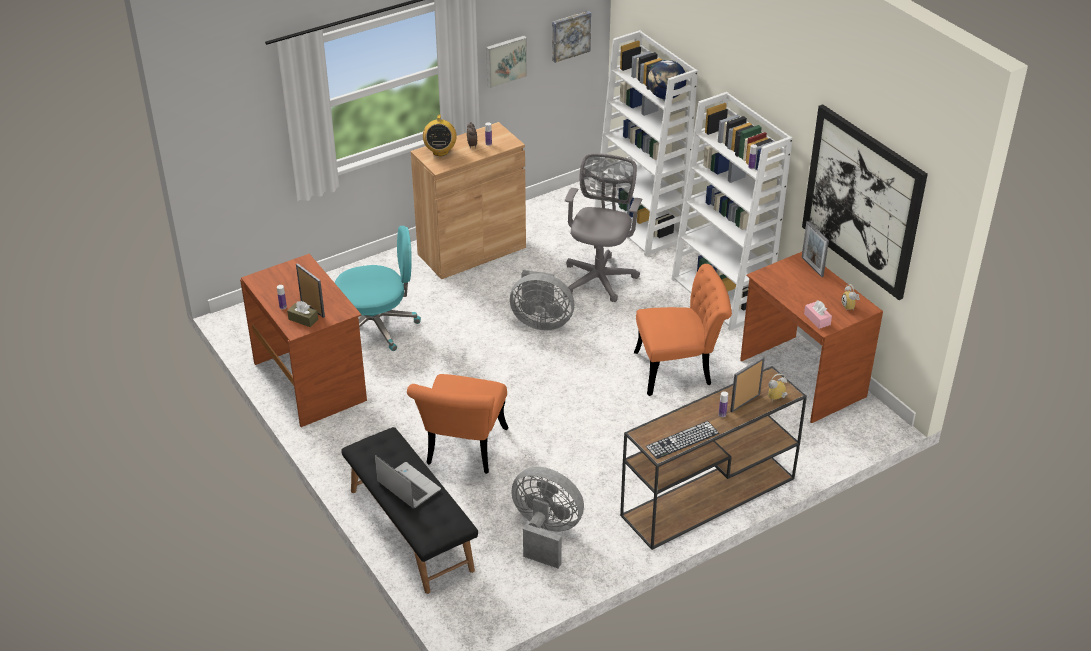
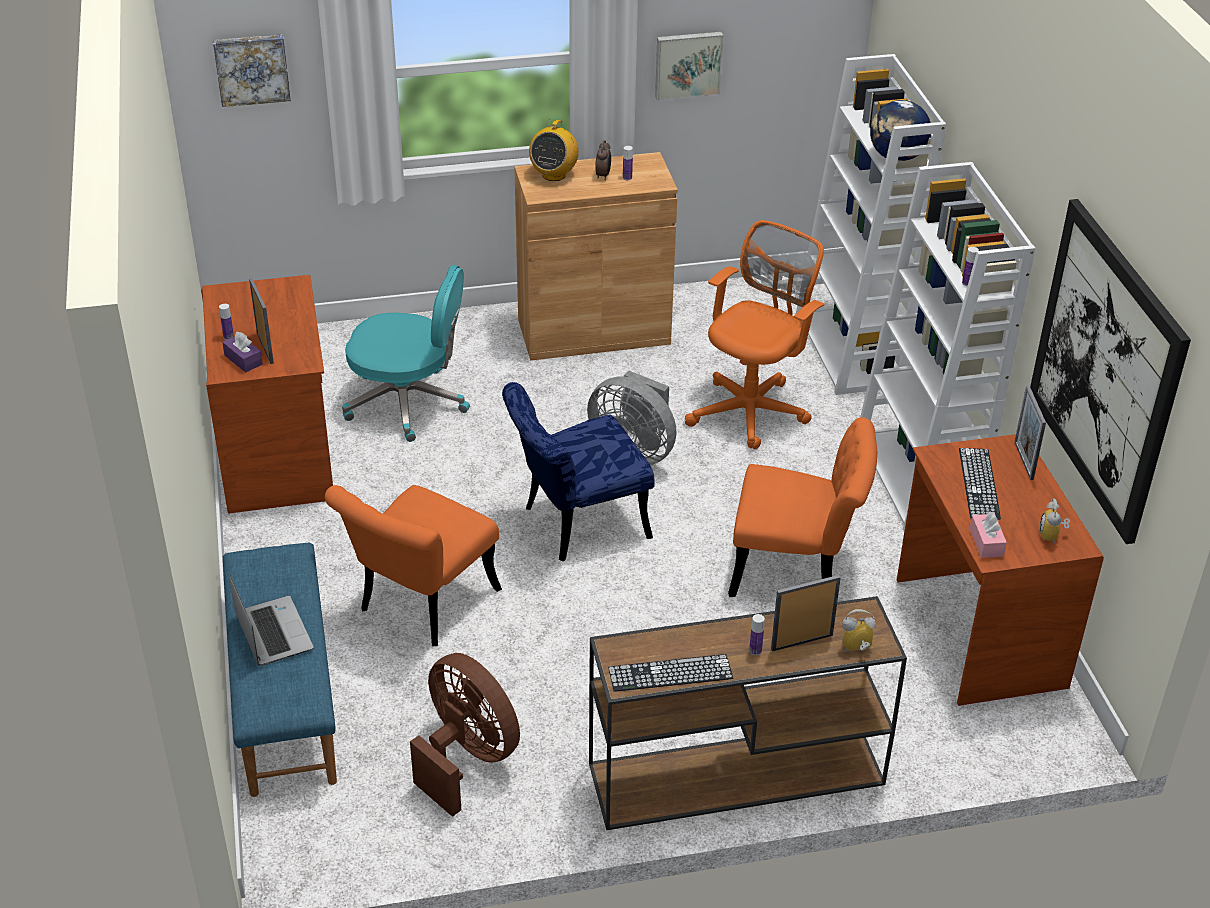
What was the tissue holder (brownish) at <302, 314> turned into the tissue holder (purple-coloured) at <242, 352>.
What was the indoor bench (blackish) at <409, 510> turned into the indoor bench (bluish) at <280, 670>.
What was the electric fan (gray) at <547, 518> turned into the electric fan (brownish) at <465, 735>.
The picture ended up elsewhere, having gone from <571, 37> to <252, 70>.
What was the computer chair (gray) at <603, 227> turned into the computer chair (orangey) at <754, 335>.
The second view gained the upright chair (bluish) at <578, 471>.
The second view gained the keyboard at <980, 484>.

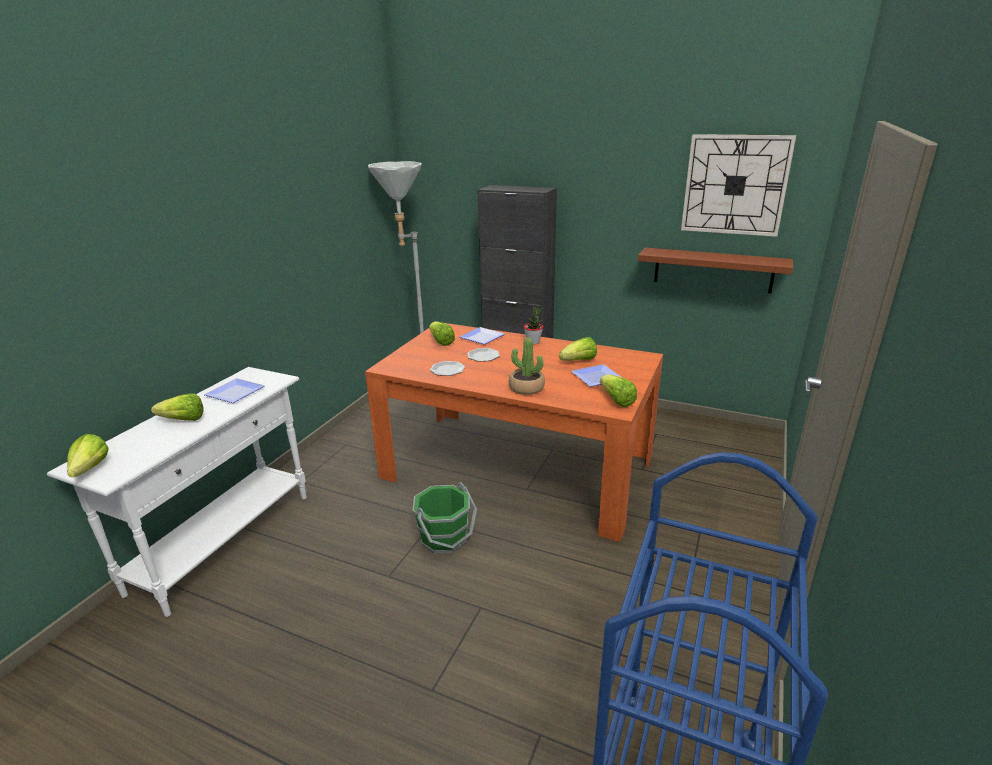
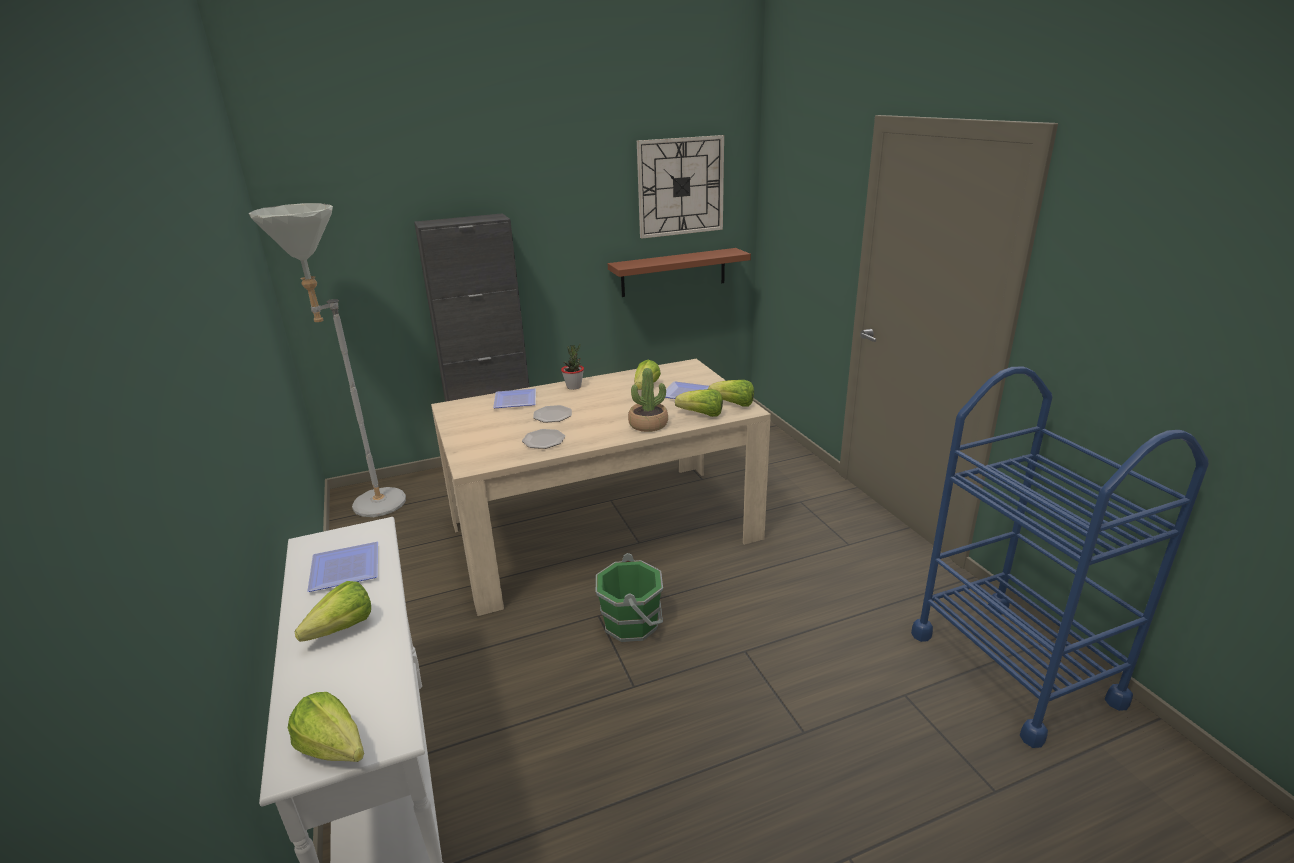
What was the dining table (orangey) at <514, 432> turned into the dining table (beige-coloured) at <601, 487>.
The lettuce head ended up elsewhere, having gone from <442, 333> to <699, 403>.

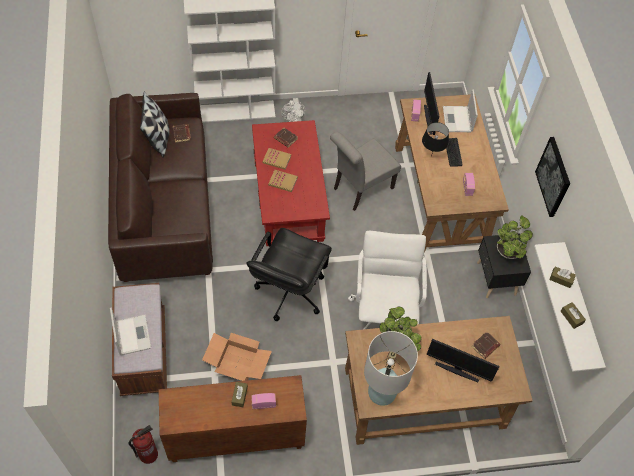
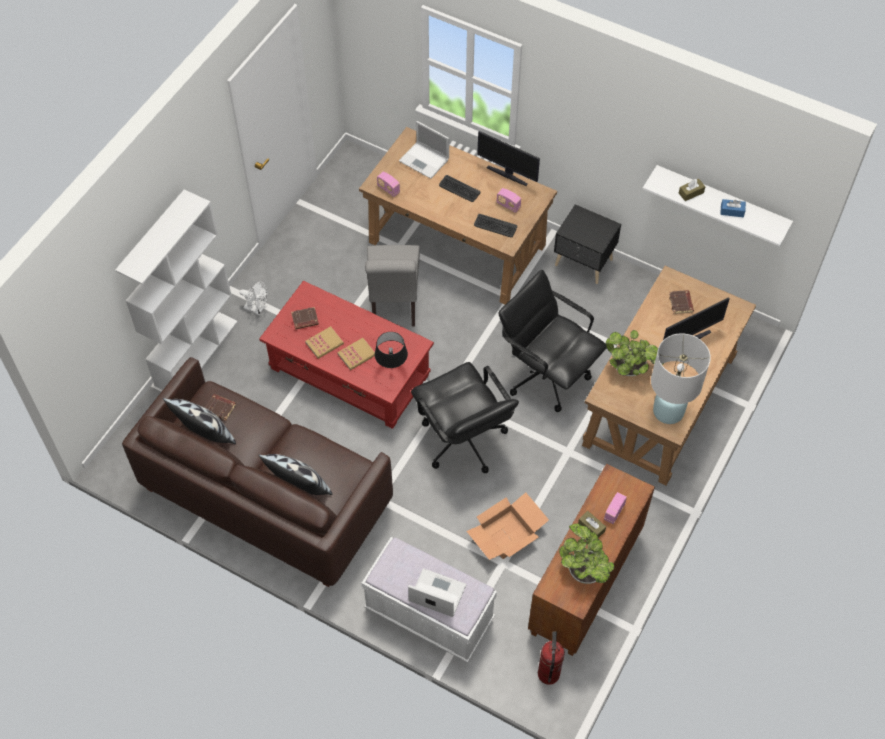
What was the indoor bench (brownish) at <139, 339> turned into the indoor bench (whitish) at <429, 600>.
What was the computer chair (whitish) at <387, 280> turned into the computer chair (blackish) at <552, 341>.
The table lamp (blackish) ended up elsewhere, having gone from <435, 139> to <391, 350>.
The computer display ended up elsewhere, having gone from <431, 103> to <508, 158>.
The potted plant ended up elsewhere, having gone from <515, 237> to <587, 553>.
The second view lost the picture at <552, 177>.
What was the tissue holder (brownish) at <573, 315> turned into the tissue holder (bluish) at <733, 208>.
The second view gained the pillow at <295, 474>.
The second view gained the keyboard at <495, 225>.

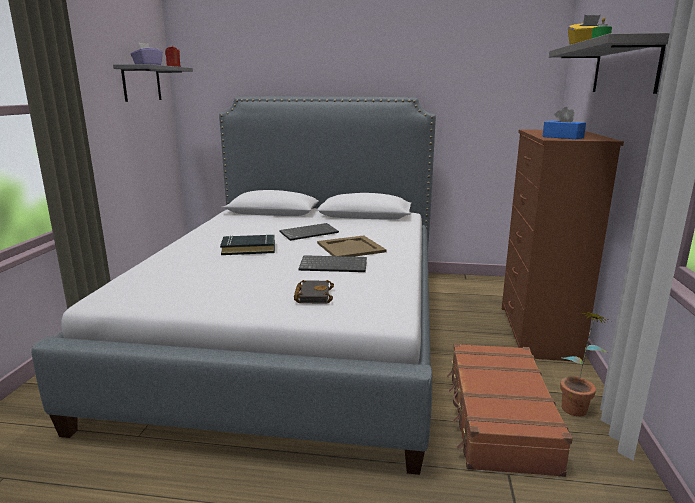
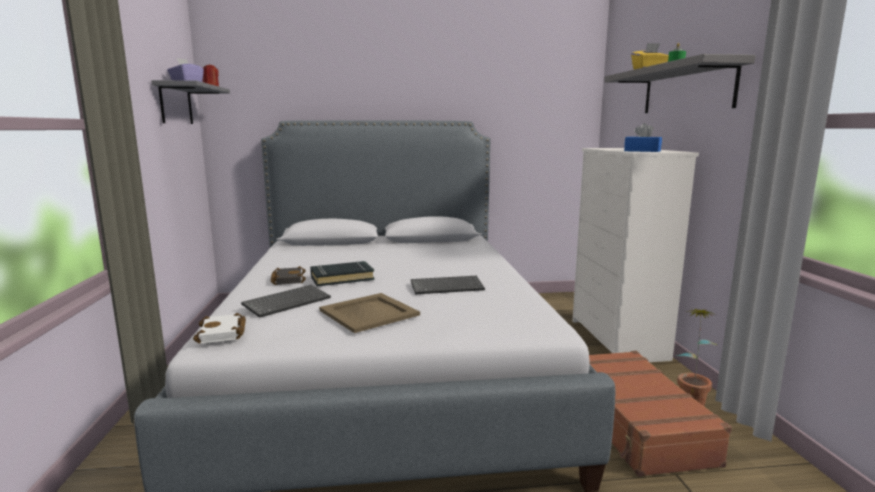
The keyboard ended up elsewhere, having gone from <309, 232> to <286, 301>.
The book (blackish) ended up elsewhere, having gone from <314, 291> to <288, 275>.
The serving tray (beige-coloured) ended up elsewhere, having gone from <352, 246> to <369, 313>.
What was the chest of drawers (brownish) at <563, 245> turned into the chest of drawers (whitish) at <635, 255>.
The second view gained the book (whitish) at <219, 328>.

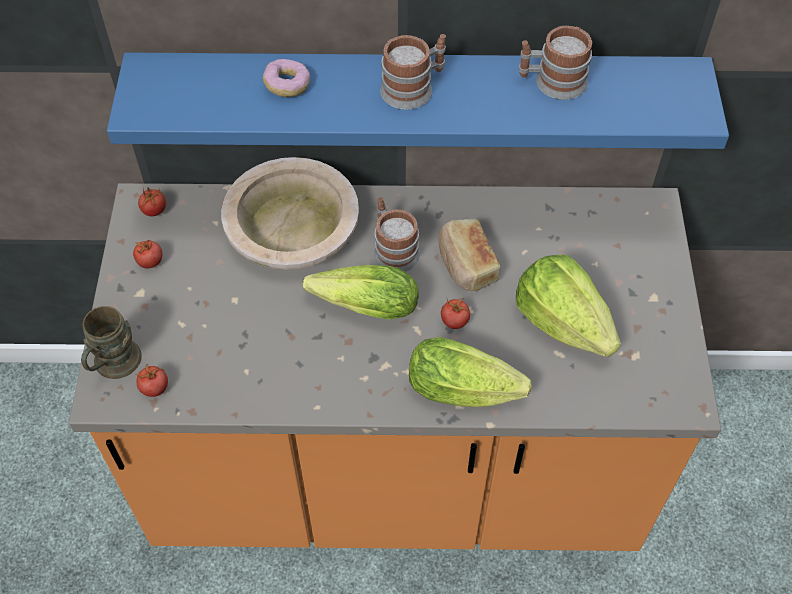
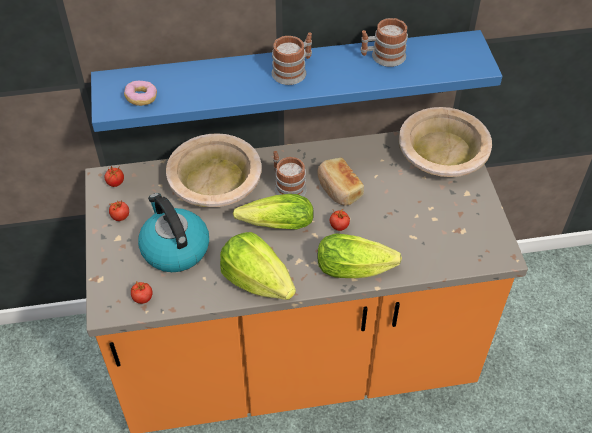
The second view lost the tea mug (brownish) at <111, 342>.
The ring doughnut ended up elsewhere, having gone from <286, 78> to <140, 93>.
The lettuce head ended up elsewhere, having gone from <568, 306> to <258, 266>.
The second view gained the tea kettle at <173, 232>.
The second view gained the deep dish (beige-coloured) at <445, 142>.

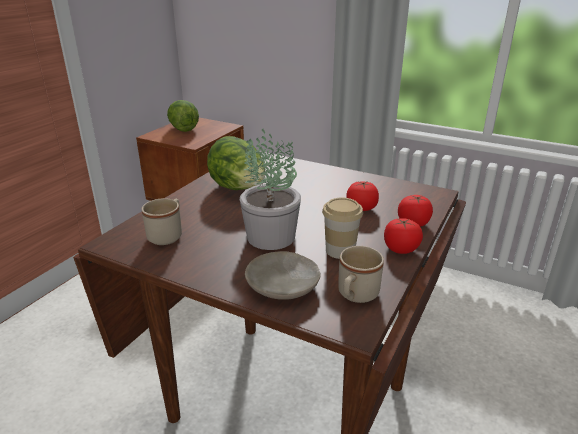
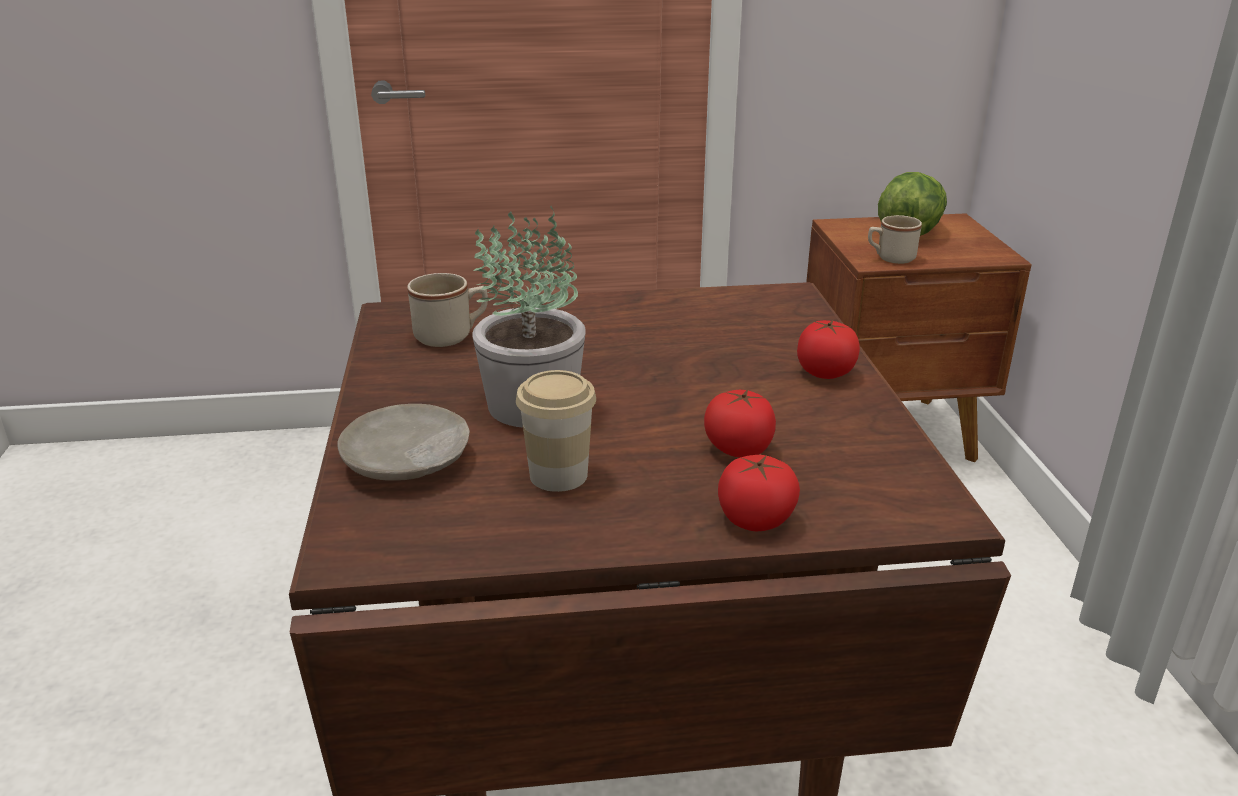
The second view lost the lettuce head at <236, 163>.
The tea mug (beige-coloured) ended up elsewhere, having gone from <361, 274> to <895, 239>.
The fresh tomato ended up elsewhere, having gone from <403, 236> to <828, 349>.

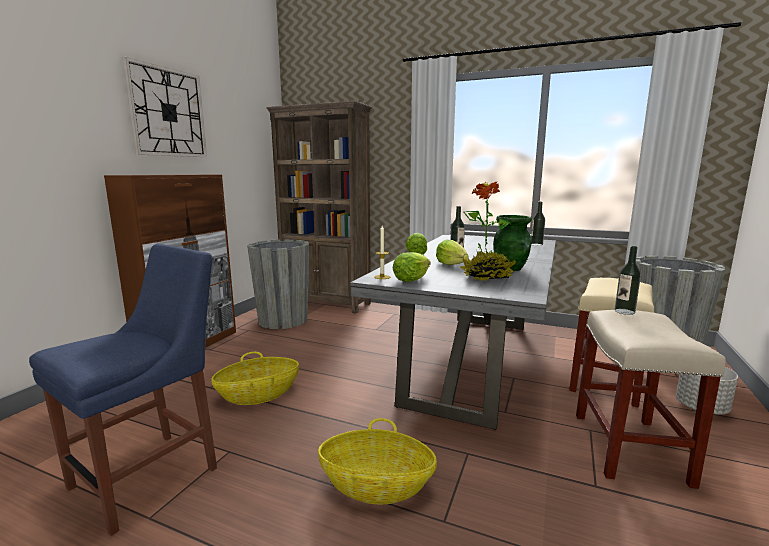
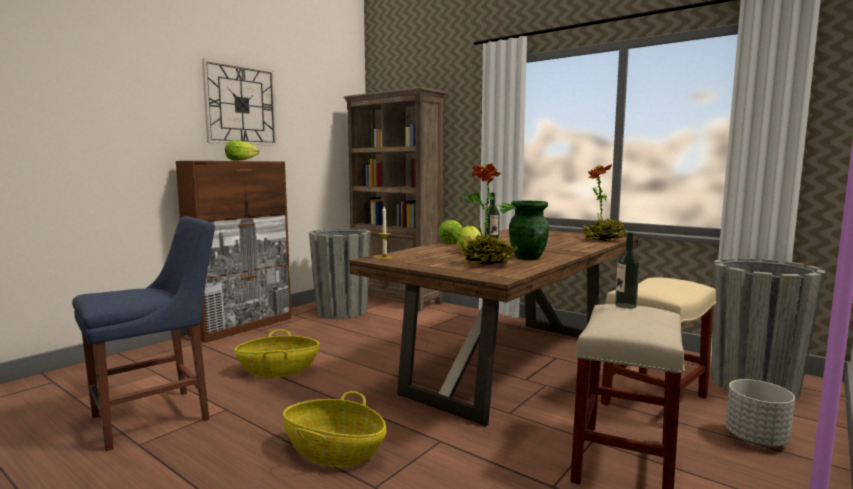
What was the dining table (gray) at <453, 332> turned into the dining table (brownish) at <493, 328>.
The lettuce head ended up elsewhere, having gone from <411, 267> to <242, 150>.
Where the bottle stood at <538, 224>, the potted plant came to stand at <604, 202>.

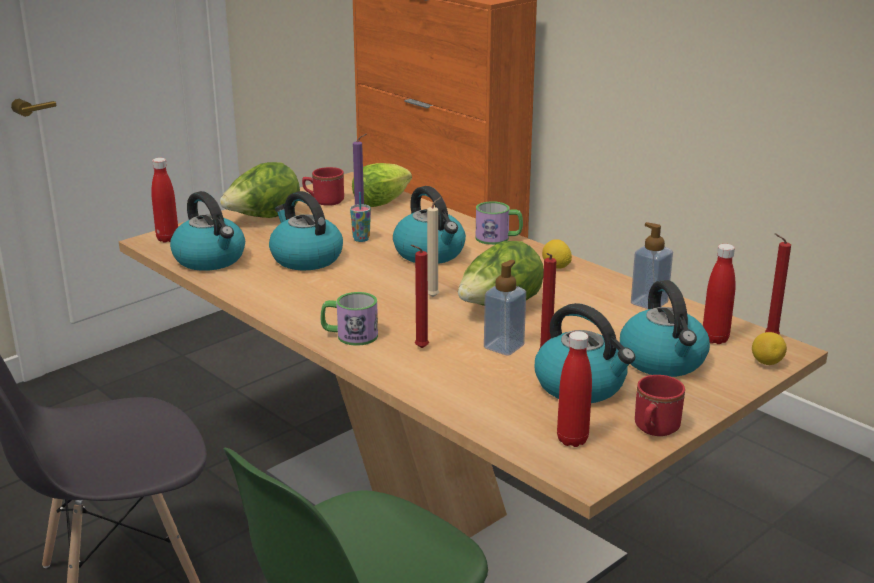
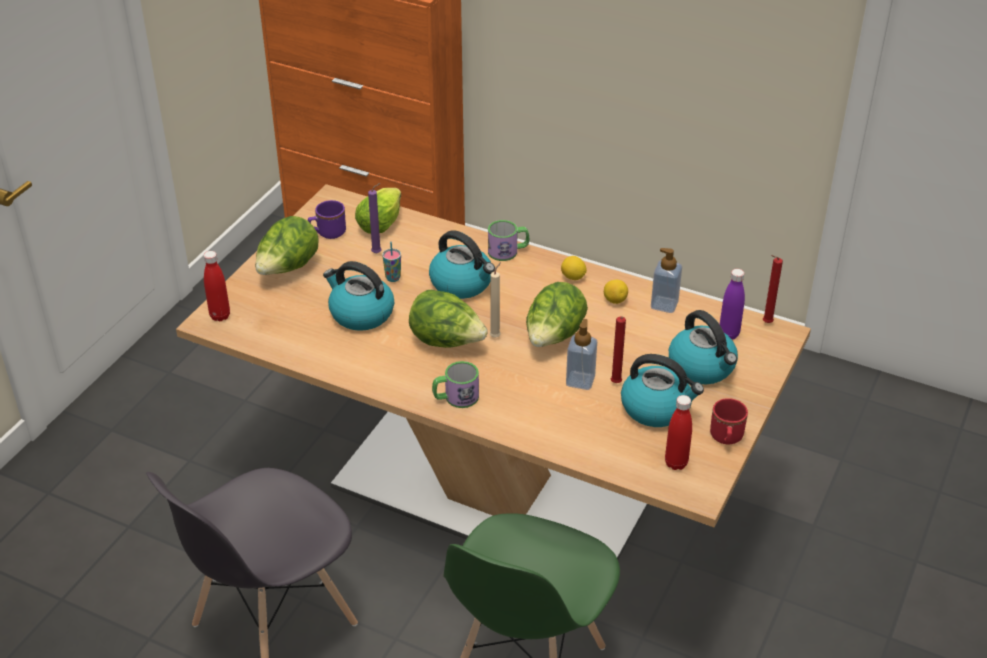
The second view lost the tea kettle at <207, 231>.
What was the tea mug (red) at <323, 186> turned into the tea mug (purple-coloured) at <327, 219>.
The second view lost the wax light (red) at <420, 296>.
What was the bottle (red) at <719, 294> turned into the bottle (purple-coloured) at <732, 304>.
The whole lemon ended up elsewhere, having gone from <769, 348> to <616, 292>.
The second view gained the lettuce head at <448, 319>.

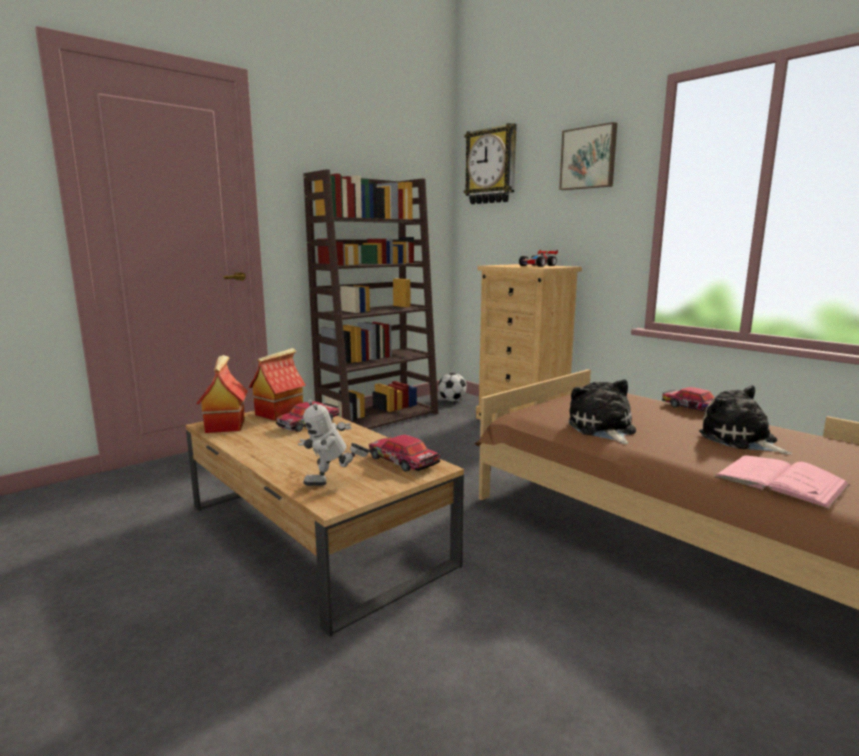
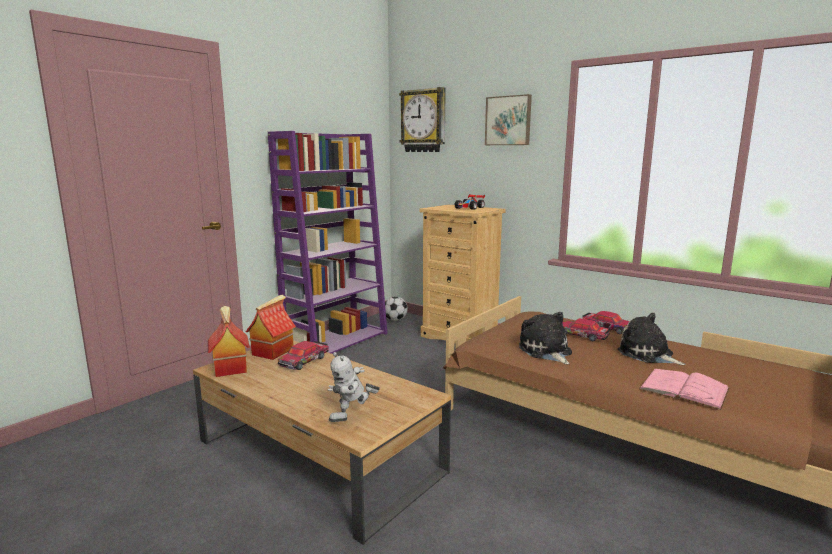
What was the shelving unit (brownish) at <371, 299> turned into the shelving unit (purple-coloured) at <327, 242>.
The miniature car ended up elsewhere, having gone from <404, 453> to <586, 329>.

